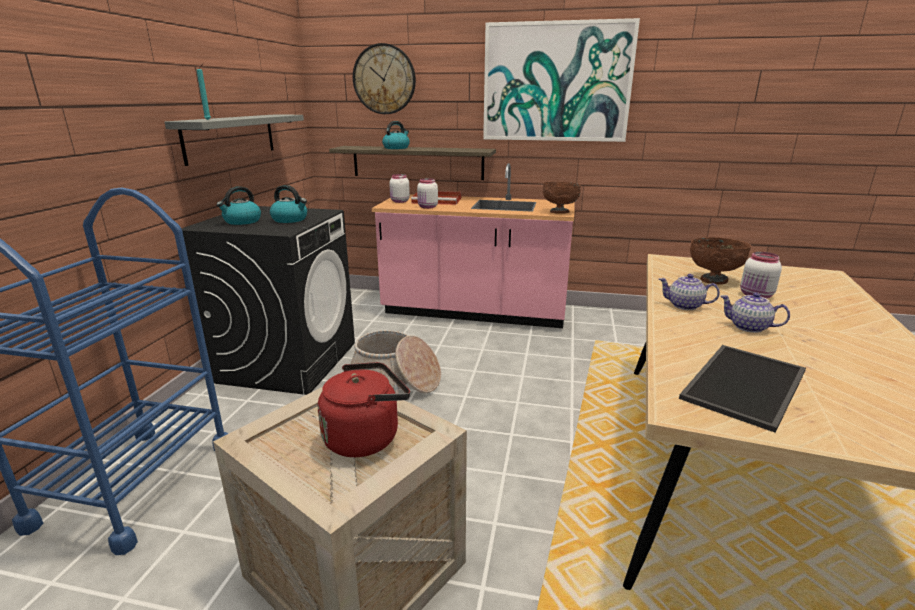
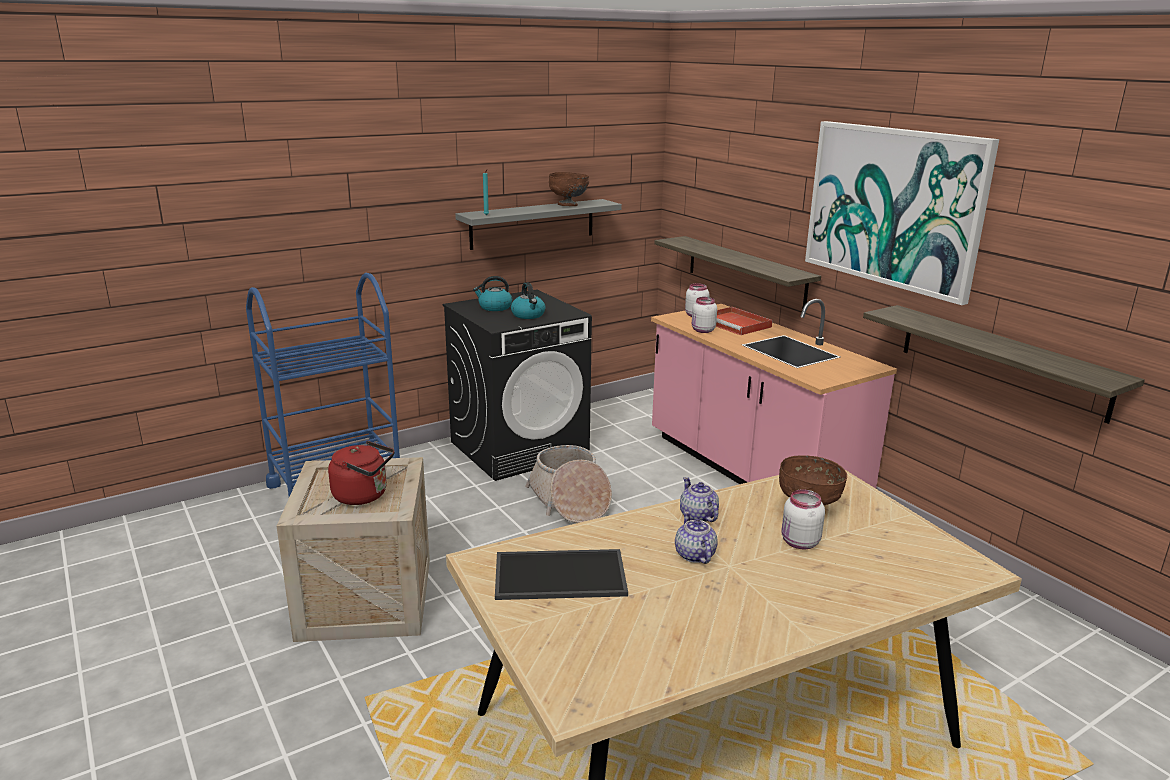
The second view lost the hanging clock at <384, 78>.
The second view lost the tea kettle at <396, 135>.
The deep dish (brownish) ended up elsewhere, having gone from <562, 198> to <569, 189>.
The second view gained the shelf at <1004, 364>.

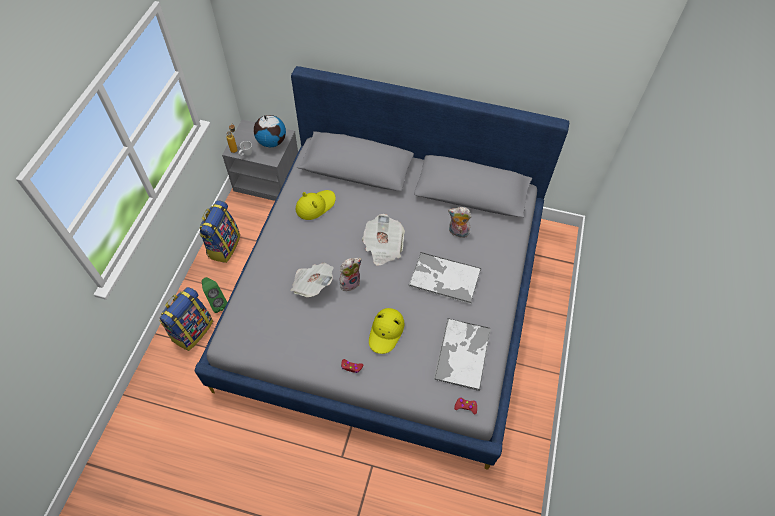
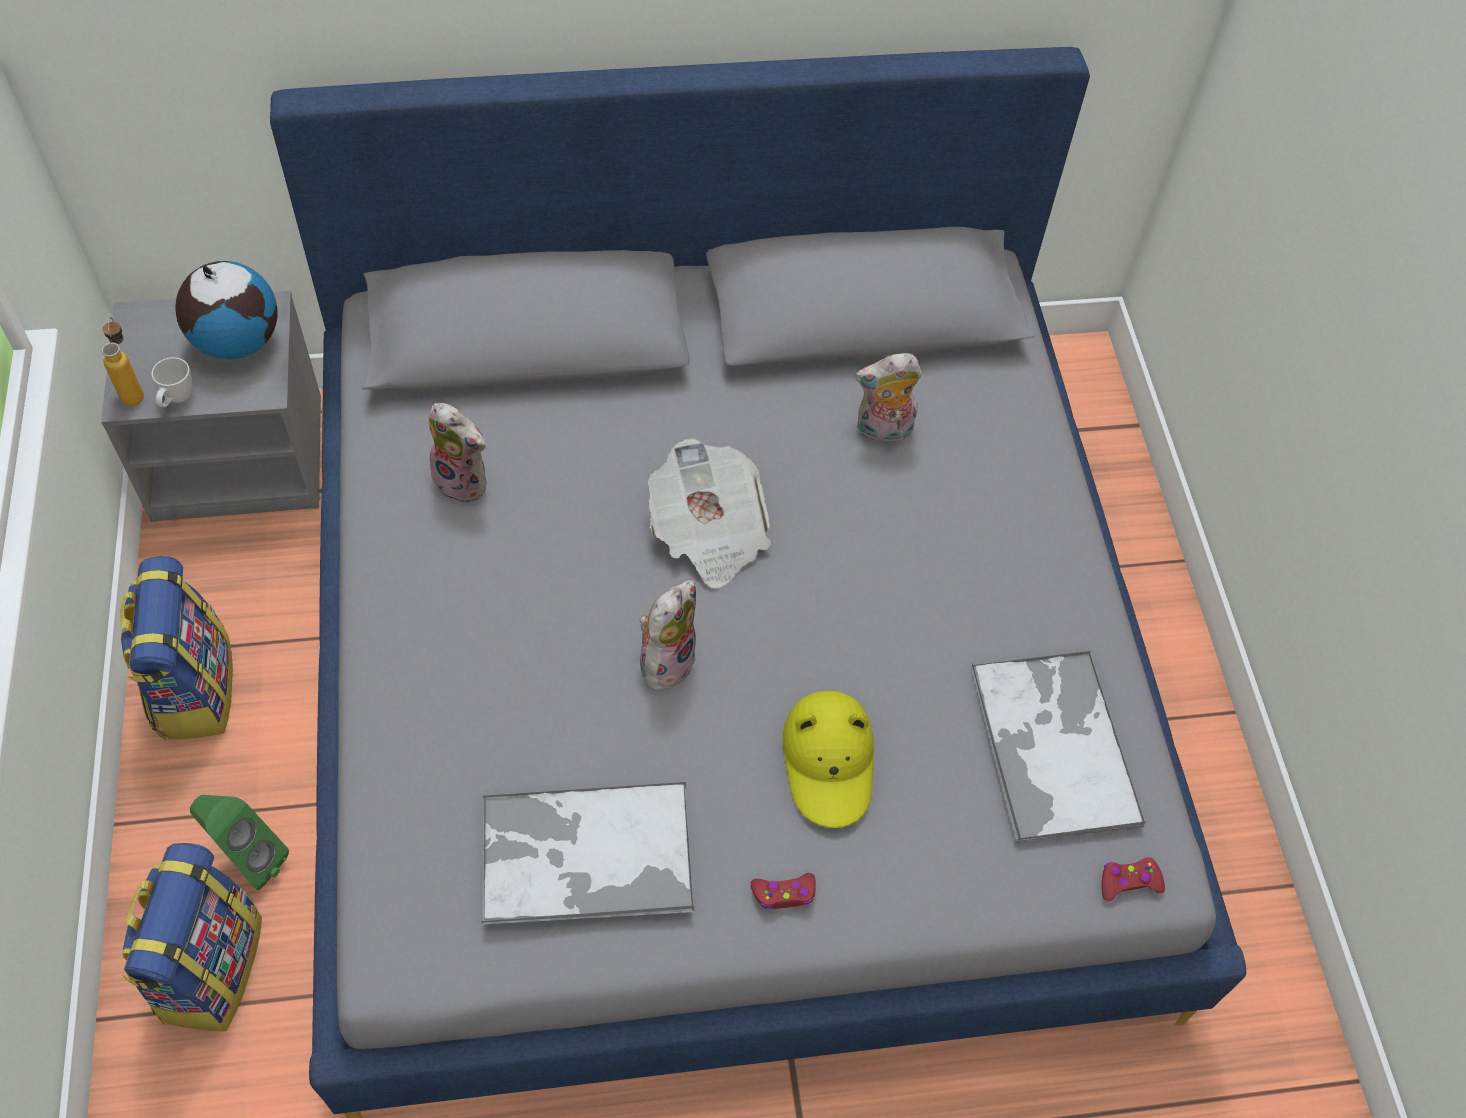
The second view lost the newspaper at <312, 280>.
Where the wearable hat (yellow) stood at <316, 205>, the cuddly toy came to stand at <457, 453>.
The serving tray ended up elsewhere, having gone from <444, 278> to <587, 853>.

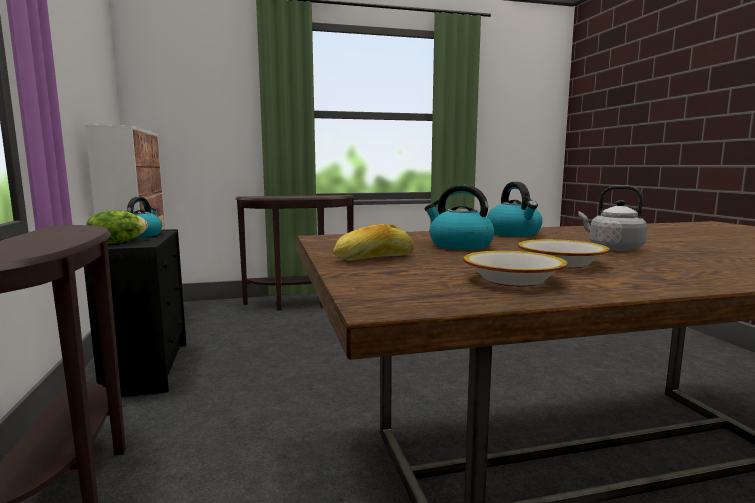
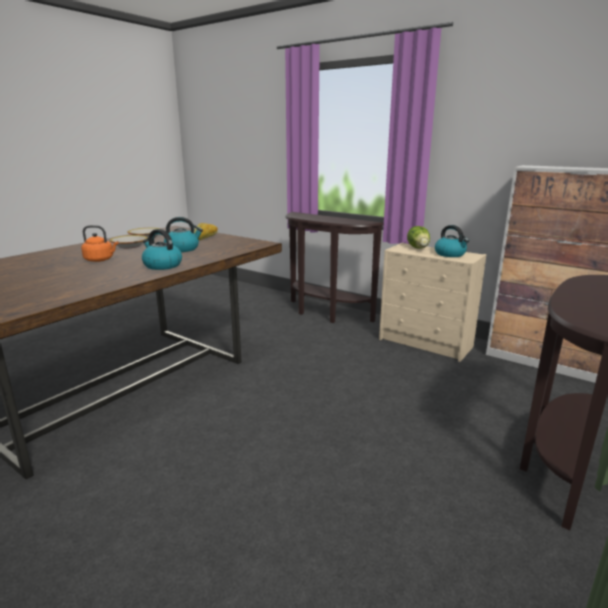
What was the chest of drawers (blackish) at <135, 313> turned into the chest of drawers (beige-coloured) at <433, 302>.
What was the tea kettle (gray) at <612, 218> turned into the tea kettle (orangey) at <99, 243>.

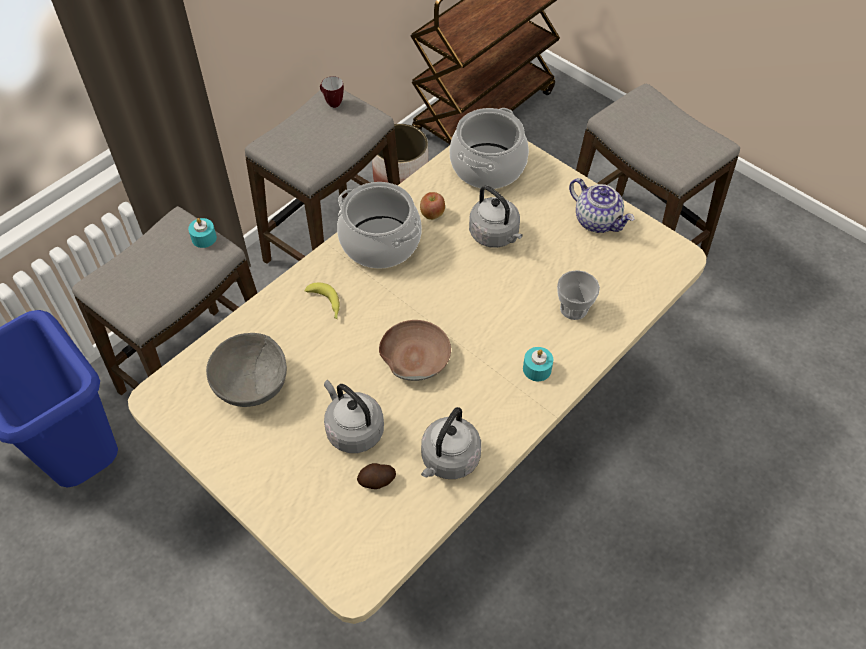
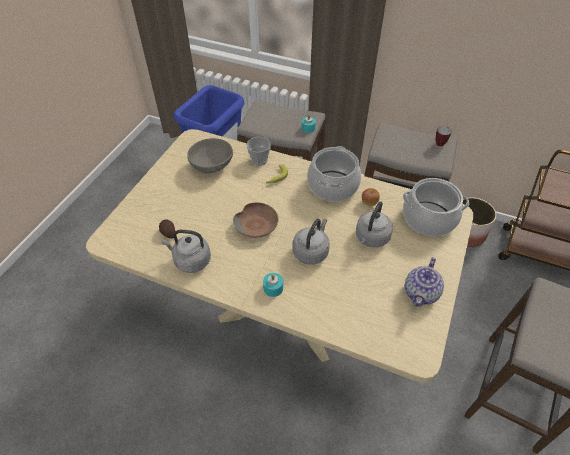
The tea kettle (gray) ended up elsewhere, having gone from <354, 416> to <311, 241>.
The cup ended up elsewhere, having gone from <578, 295> to <259, 151>.

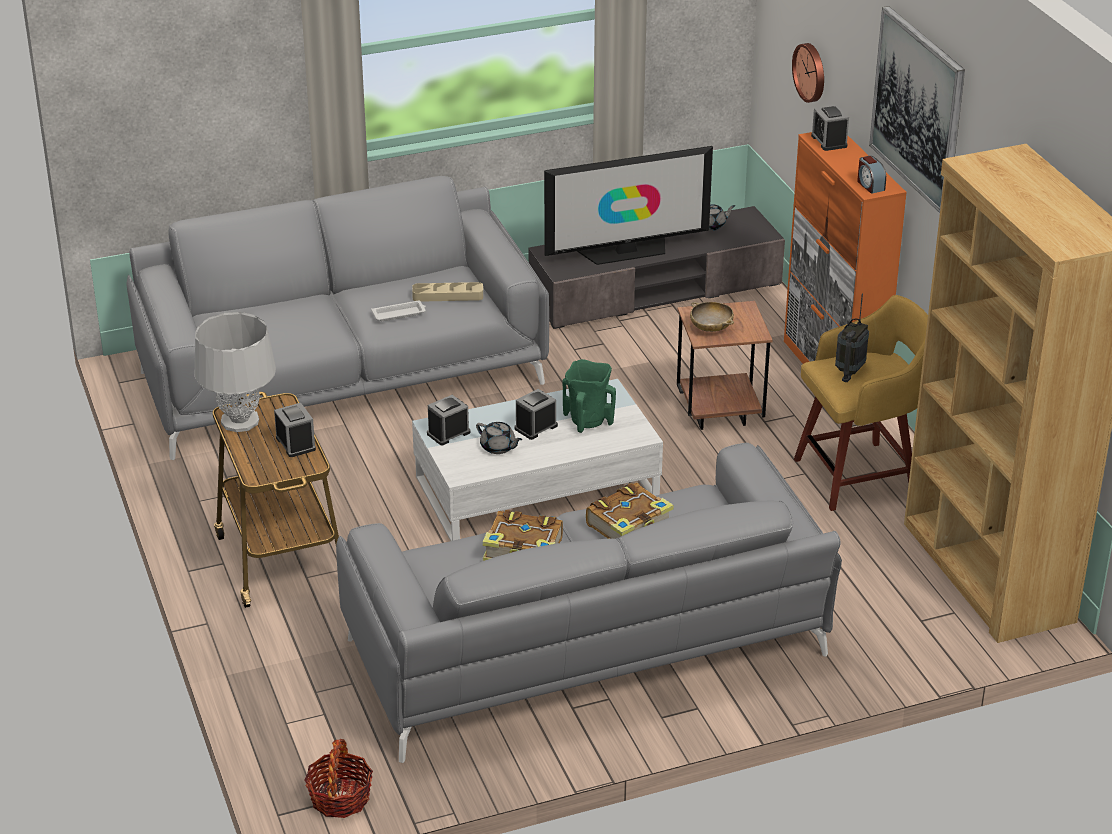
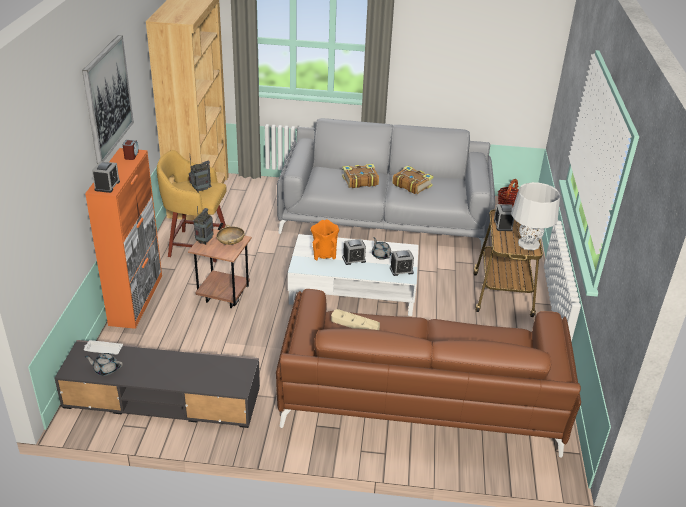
What was the settee (gray) at <338, 318> turned into the settee (brownish) at <428, 373>.
The serving tray (whitish) ended up elsewhere, having gone from <398, 311> to <103, 347>.
The second view lost the TV at <628, 205>.
What was the flower vase (green) at <589, 396> turned into the flower vase (orangey) at <325, 239>.
The second view lost the hanging clock at <808, 73>.
The second view gained the radio at <204, 225>.

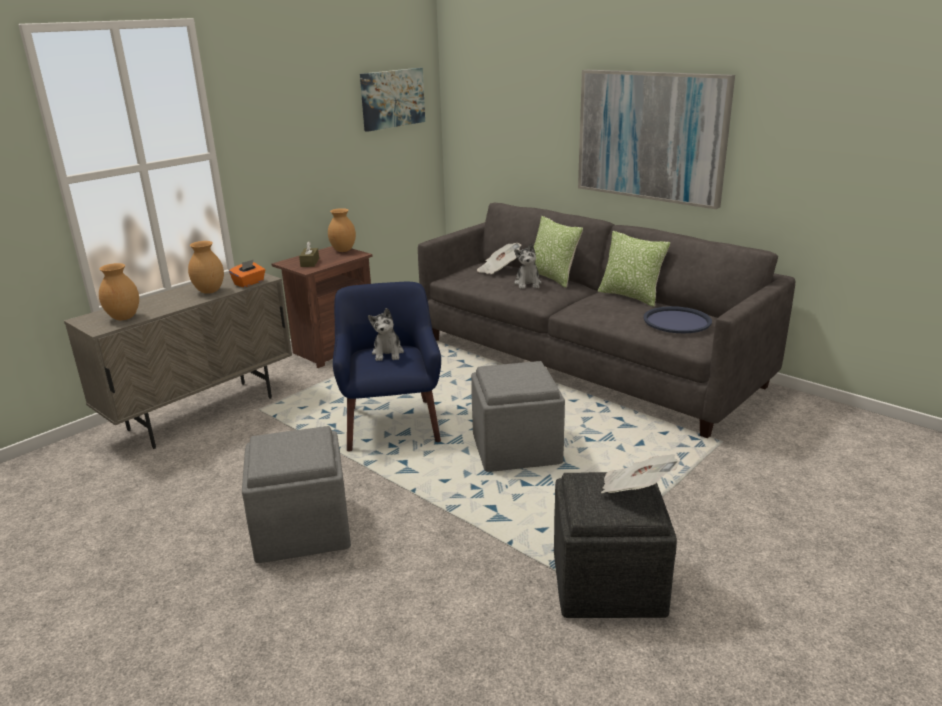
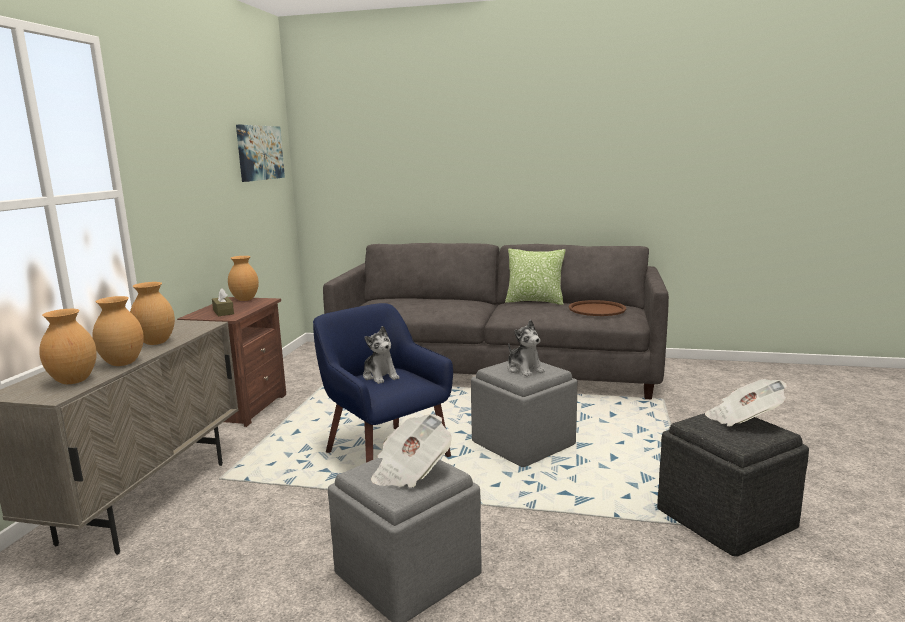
The second view lost the tissue holder (orangey) at <247, 273>.
The newspaper ended up elsewhere, having gone from <499, 258> to <411, 451>.
The cuddly toy ended up elsewhere, having gone from <528, 266> to <526, 348>.
The second view lost the pillow at <558, 252>.
The second view lost the picture at <656, 139>.
What was the serving tray (bluish) at <677, 319> turned into the serving tray (brownish) at <597, 308>.
The second view gained the flower vase (brownish) at <118, 331>.

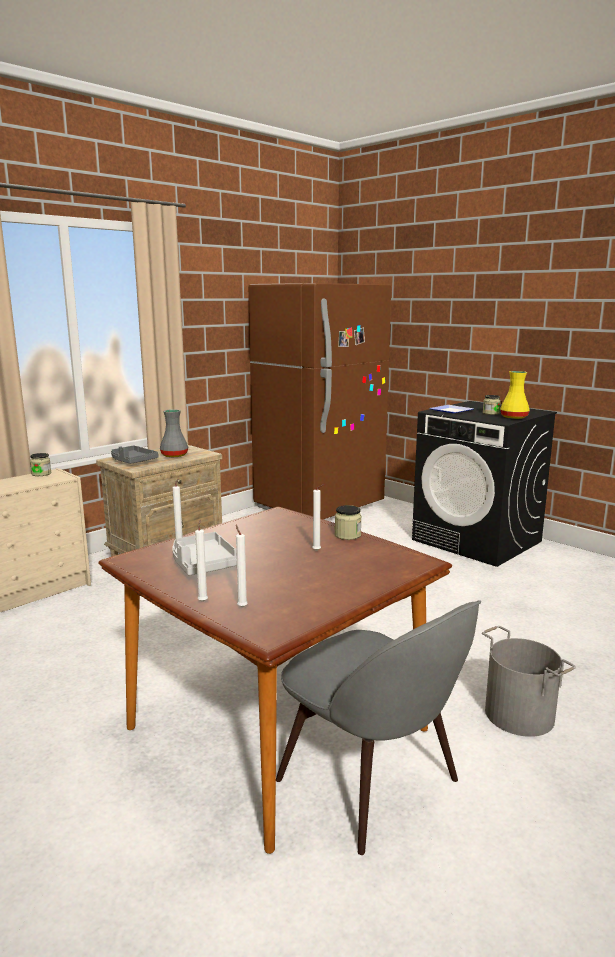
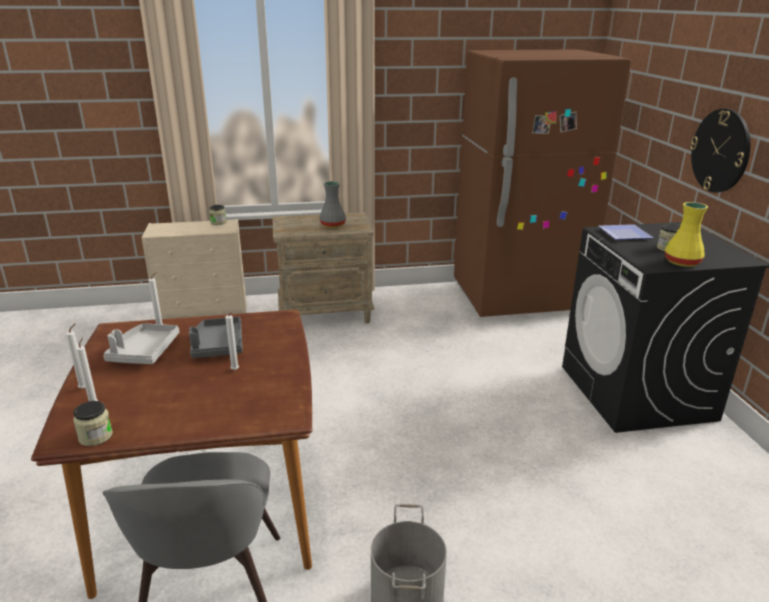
The serving tray (gray) ended up elsewhere, having gone from <135, 454> to <216, 337>.
The preserve jar ended up elsewhere, having gone from <348, 522> to <93, 423>.
The second view gained the hanging clock at <720, 150>.

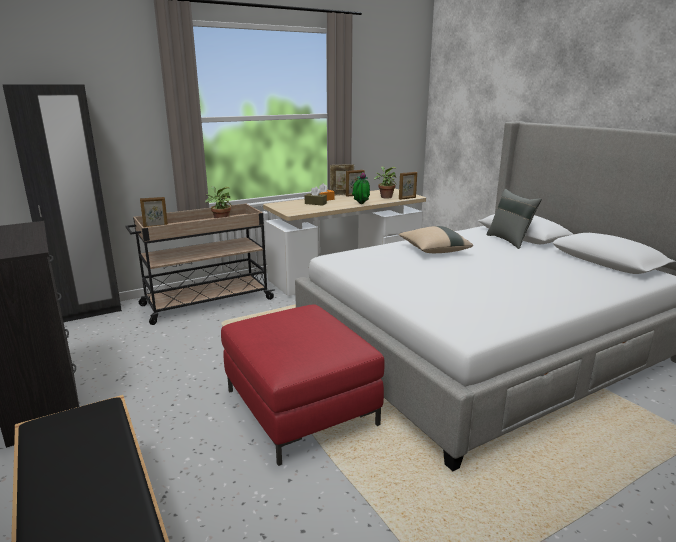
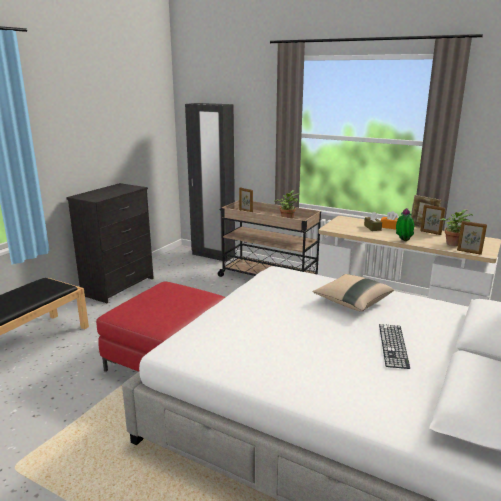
The second view lost the pillow (gray) at <514, 219>.
The second view gained the keyboard at <394, 346>.

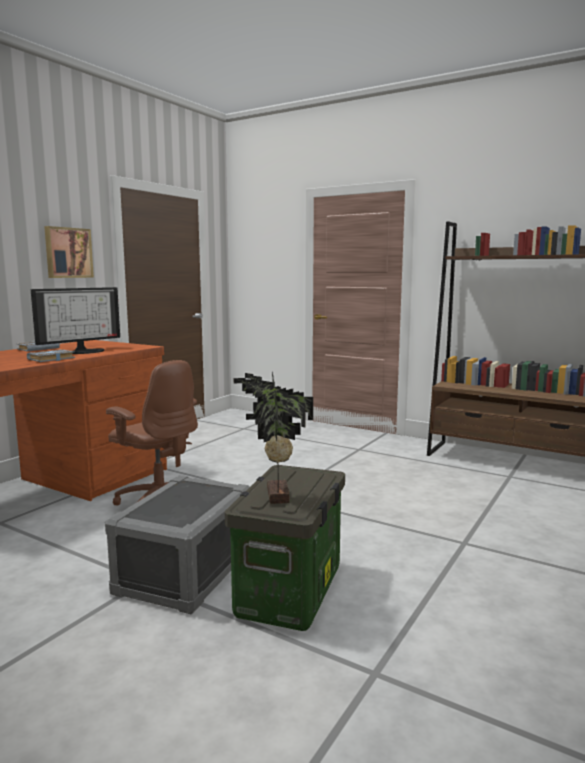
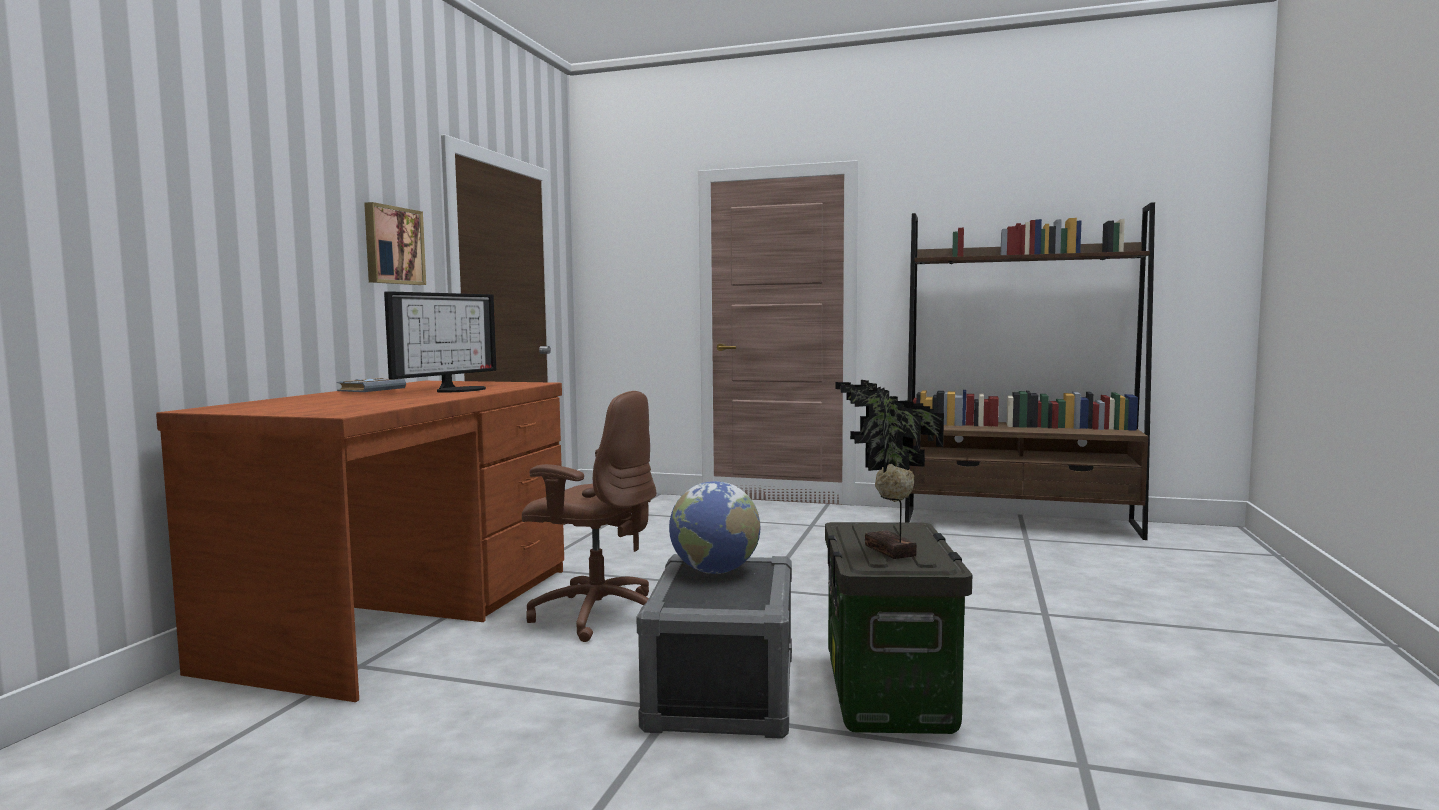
The second view lost the book (gray) at <51, 355>.
The second view gained the globe at <714, 527>.

